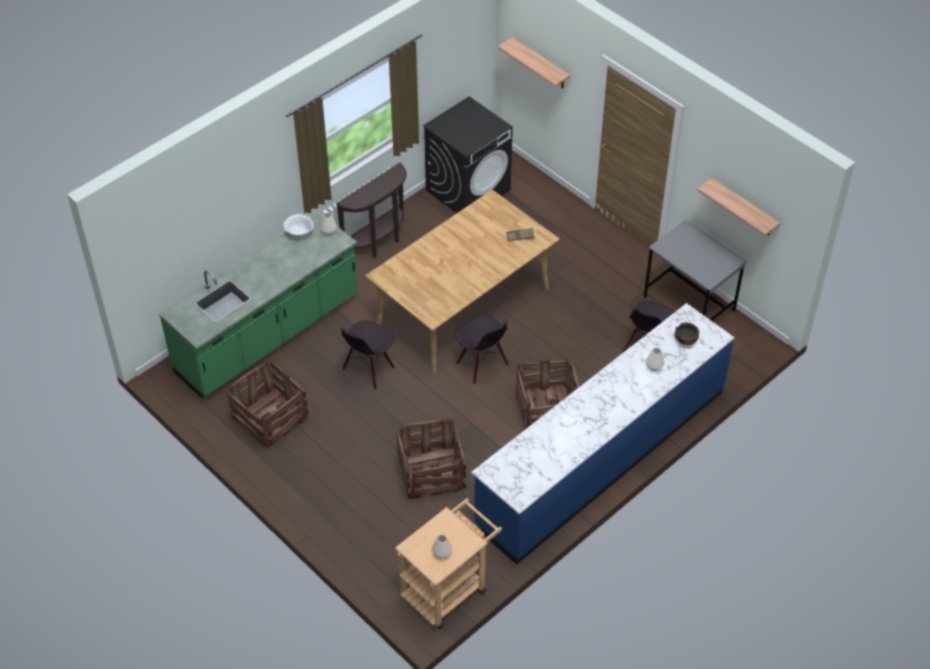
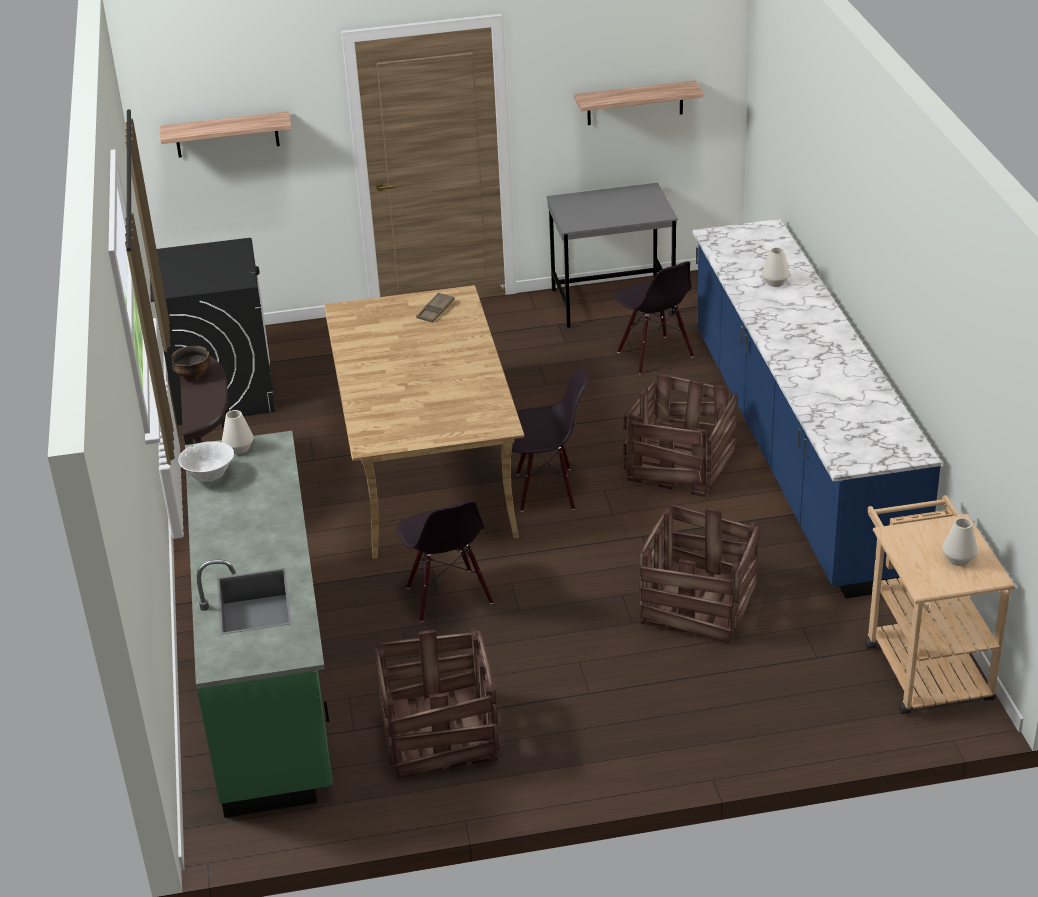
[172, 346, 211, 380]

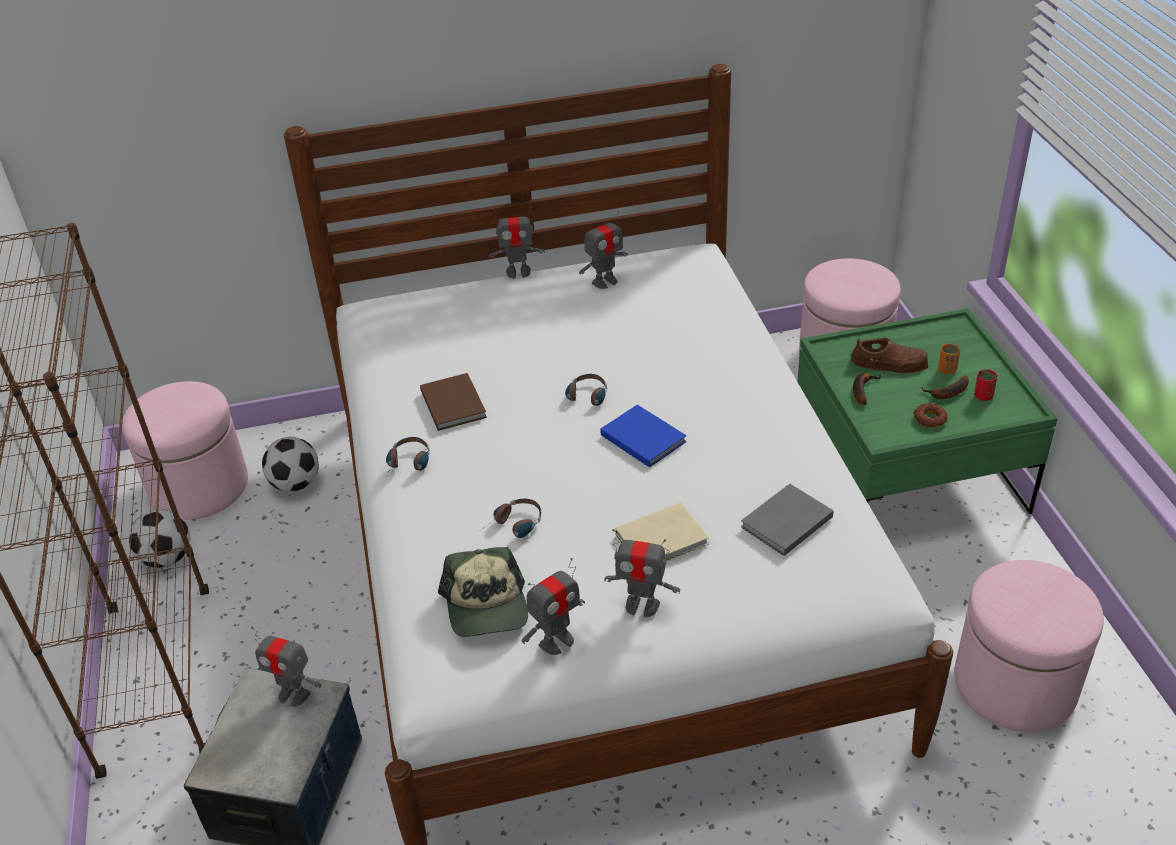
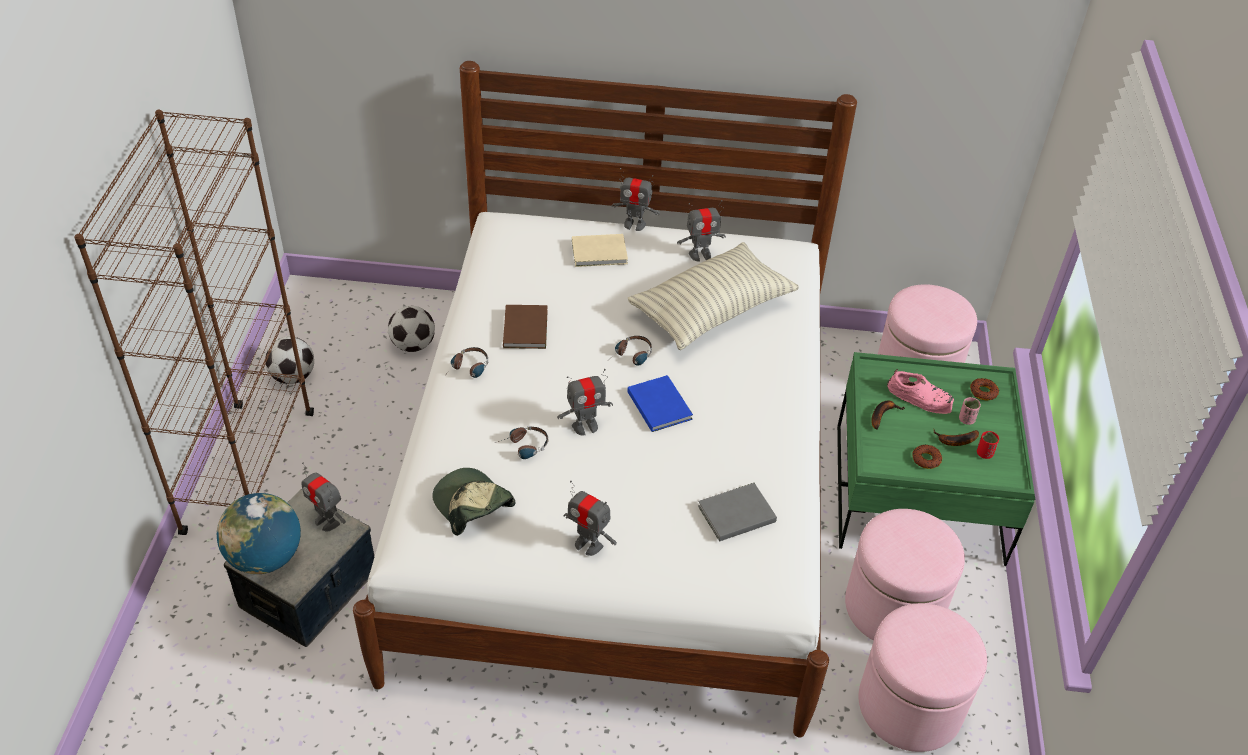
[217, 493, 301, 574]
[432, 468, 516, 536]
[557, 369, 613, 435]
[572, 234, 628, 267]
[627, 242, 799, 350]
[845, 509, 965, 641]
[887, 369, 954, 414]
[959, 397, 981, 425]
[970, 378, 999, 400]

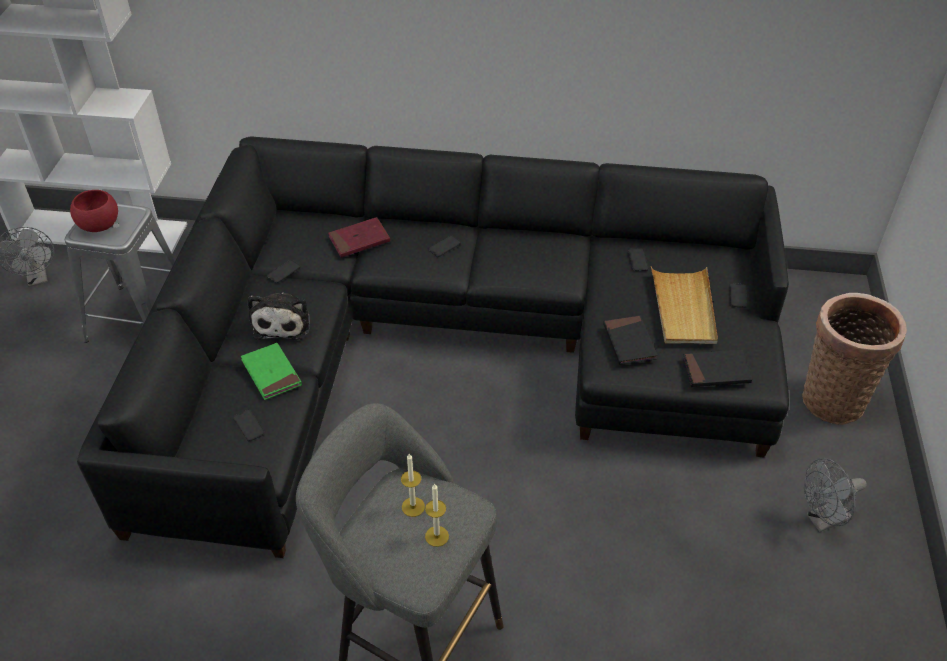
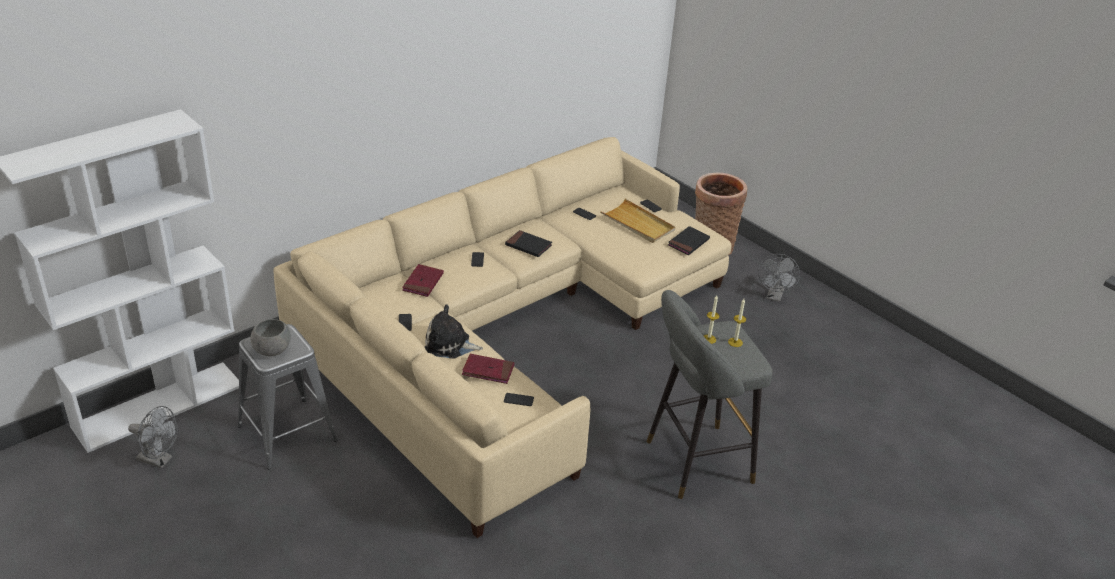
[250, 319, 291, 356]
[274, 137, 732, 538]
[424, 305, 483, 359]
[462, 354, 515, 384]
[505, 230, 552, 257]

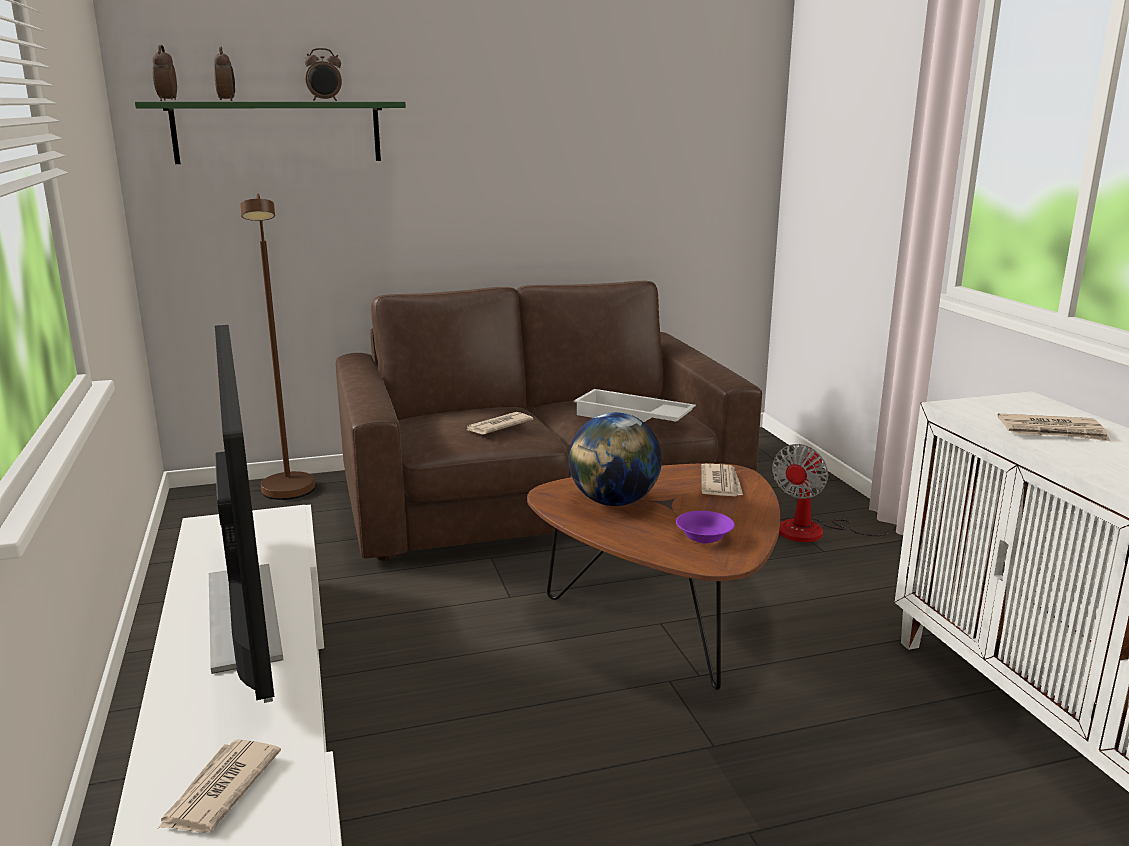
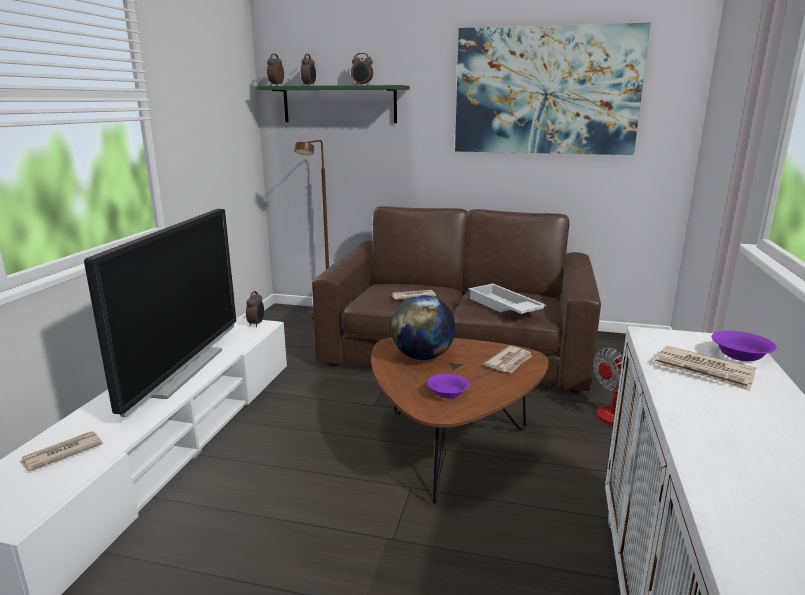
[246, 291, 264, 327]
[455, 23, 651, 155]
[712, 331, 777, 361]

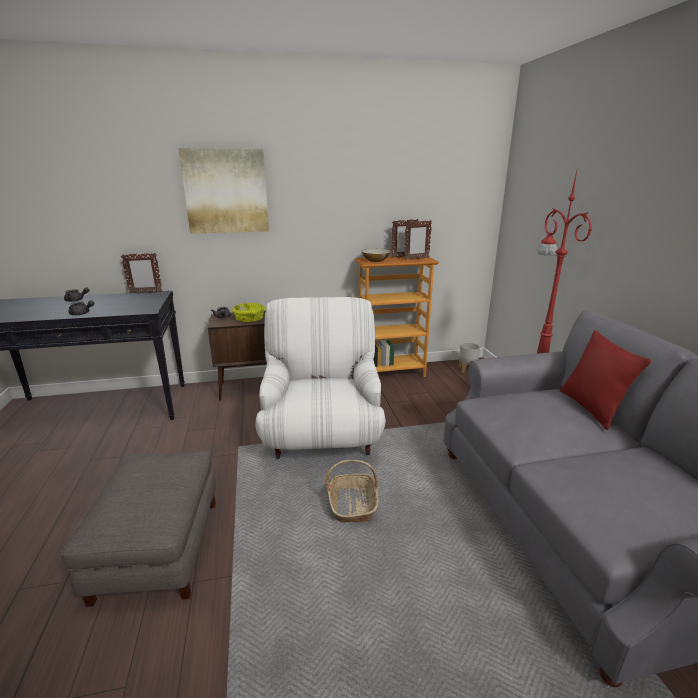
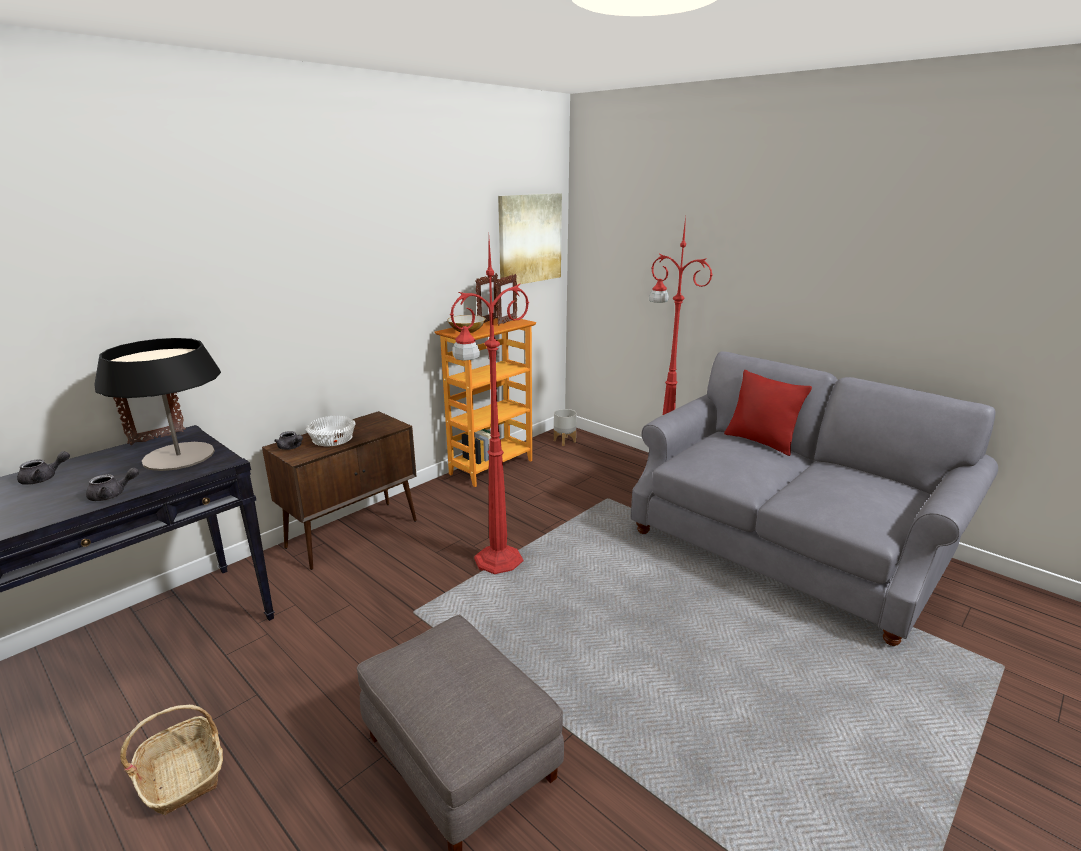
[94, 338, 221, 471]
[120, 705, 223, 815]
[306, 416, 356, 446]
[450, 240, 529, 574]
[498, 193, 562, 285]

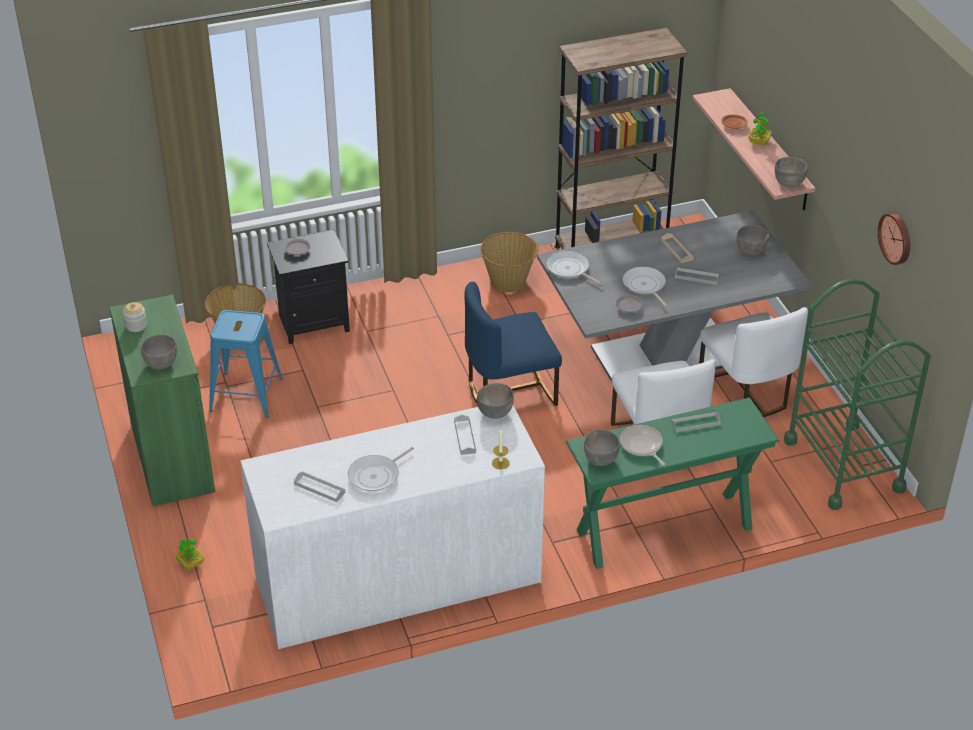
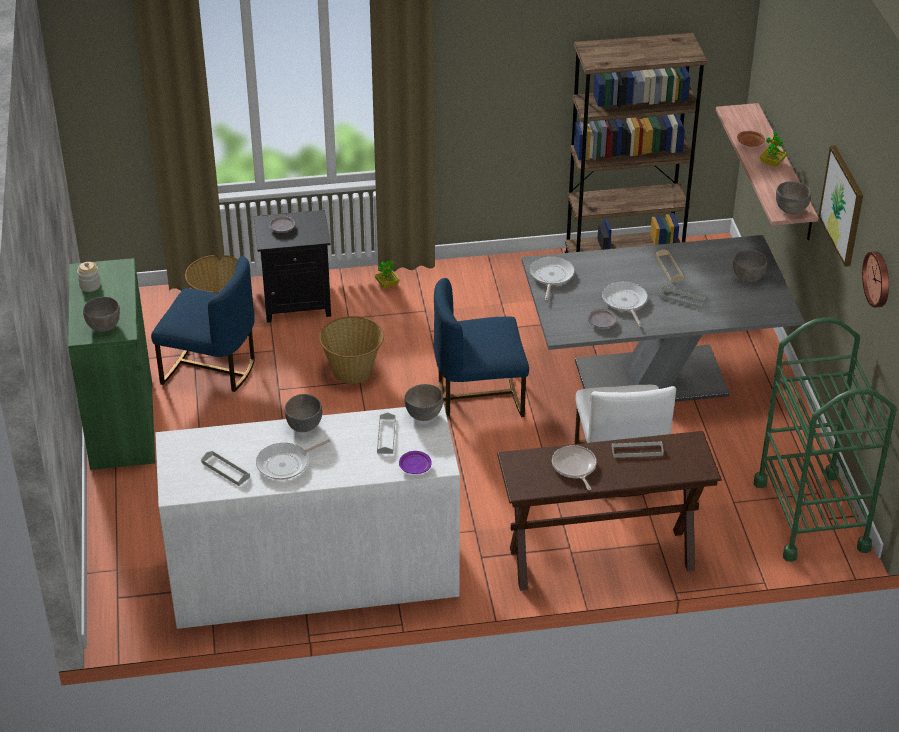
[151, 256, 255, 392]
[284, 394, 322, 432]
[319, 316, 384, 384]
[375, 261, 399, 288]
[399, 451, 432, 474]
[497, 431, 722, 591]
[530, 256, 574, 301]
[819, 146, 863, 267]
[699, 307, 808, 417] (first image)

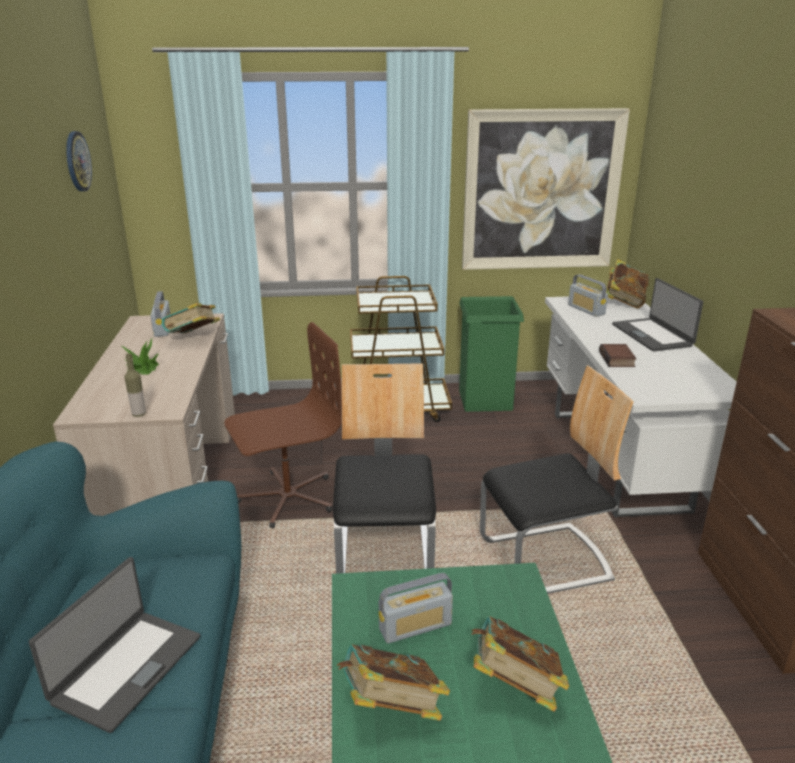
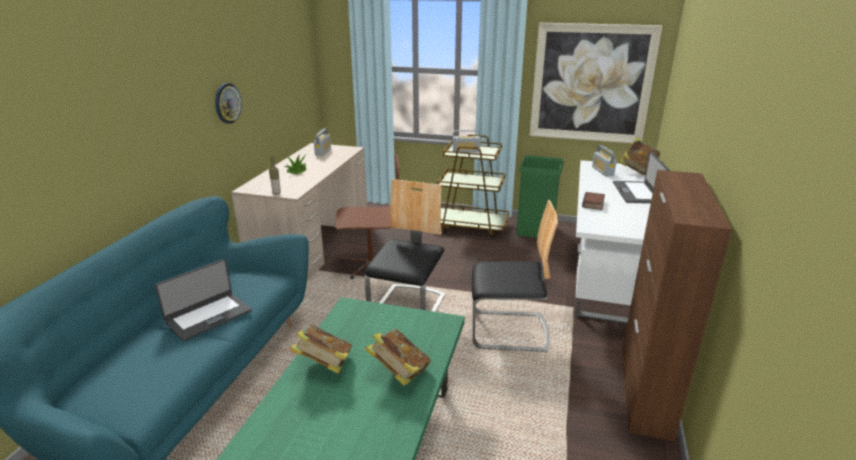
[215, 83, 242, 124]
[452, 130, 481, 152]
[162, 303, 220, 333] (first image)

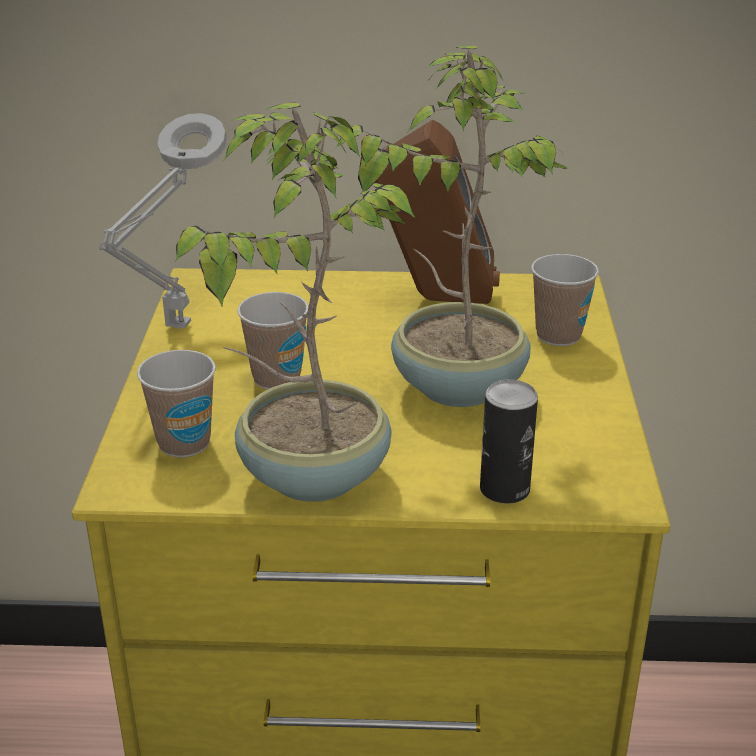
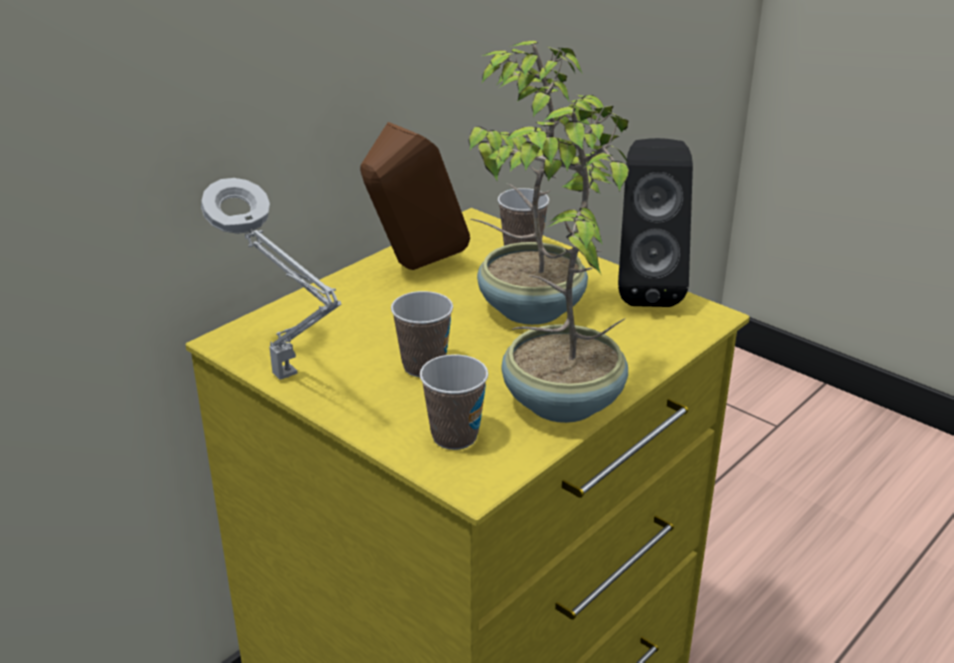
[618, 138, 693, 307]
[480, 379, 538, 504] (first image)

